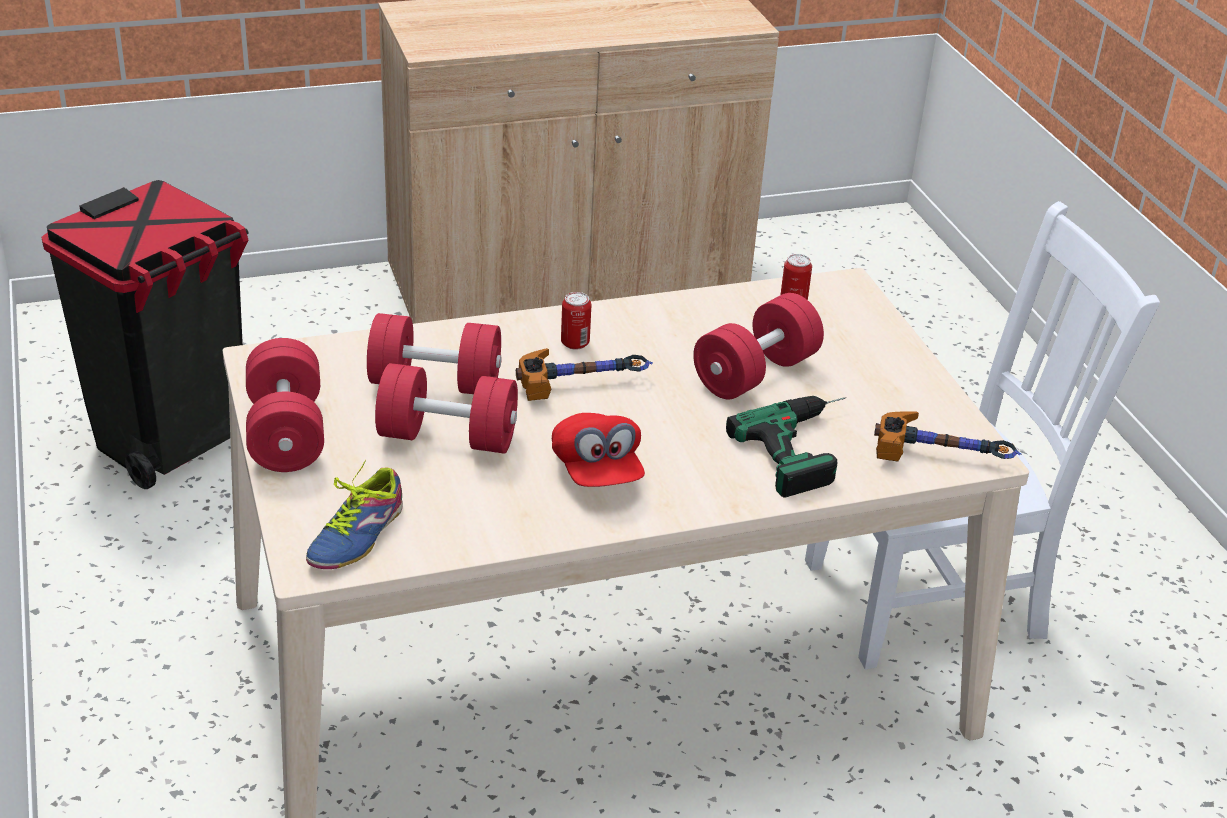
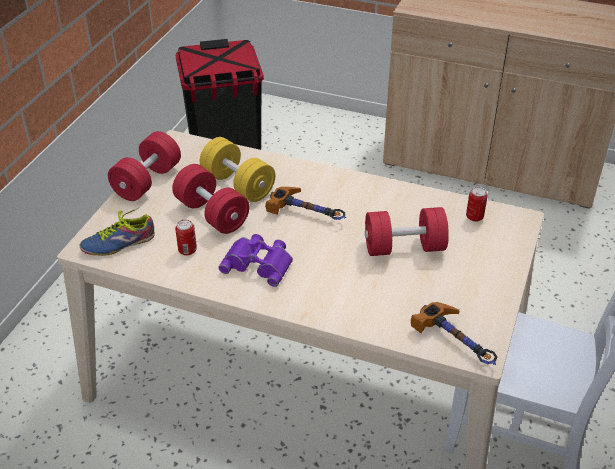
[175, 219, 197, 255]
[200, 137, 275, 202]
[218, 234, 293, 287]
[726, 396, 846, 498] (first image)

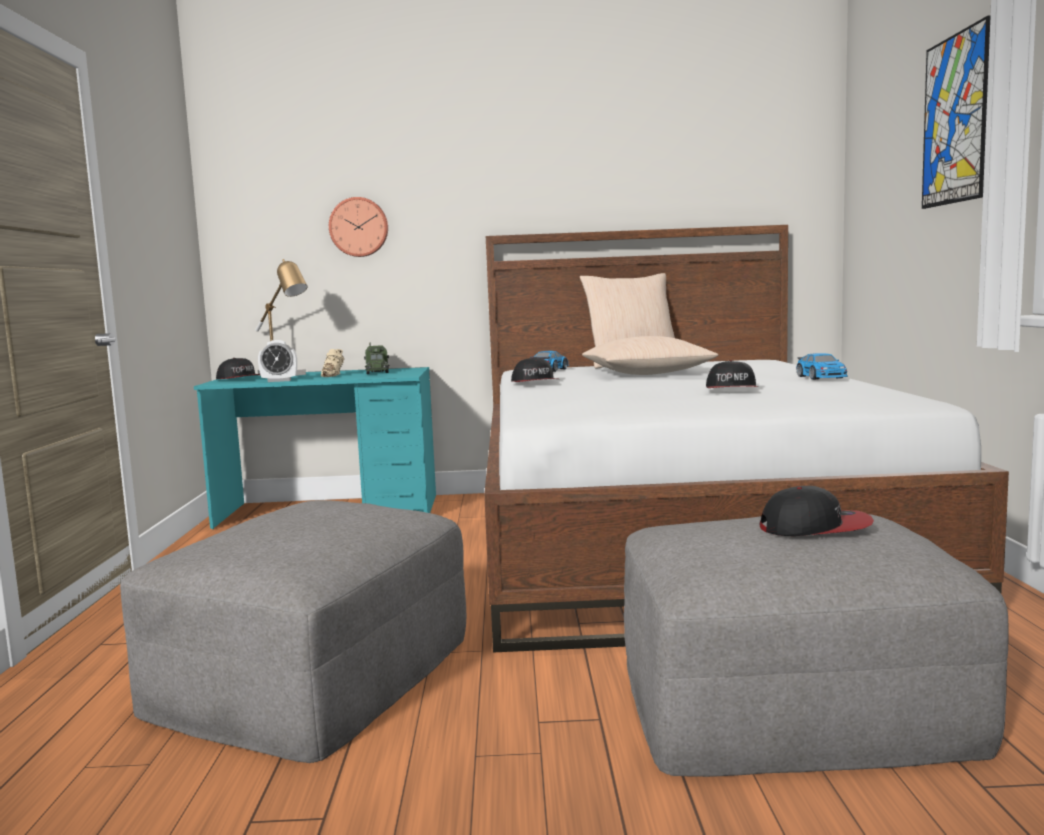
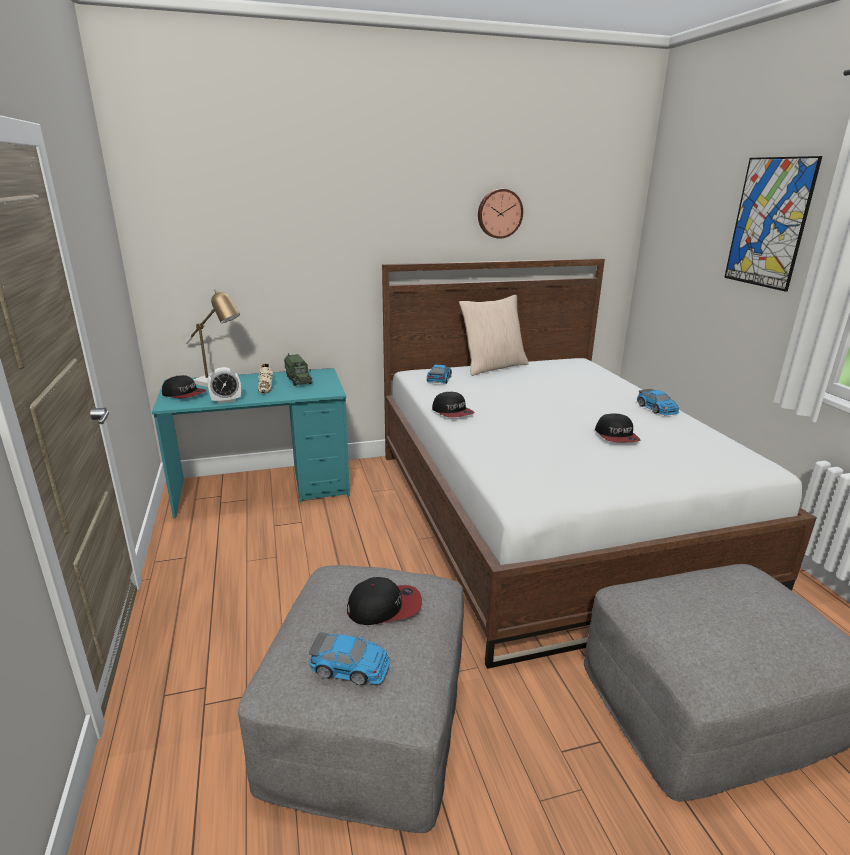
[309, 632, 390, 685]
[347, 577, 422, 625]
[478, 189, 523, 239]
[582, 336, 718, 375] (first image)

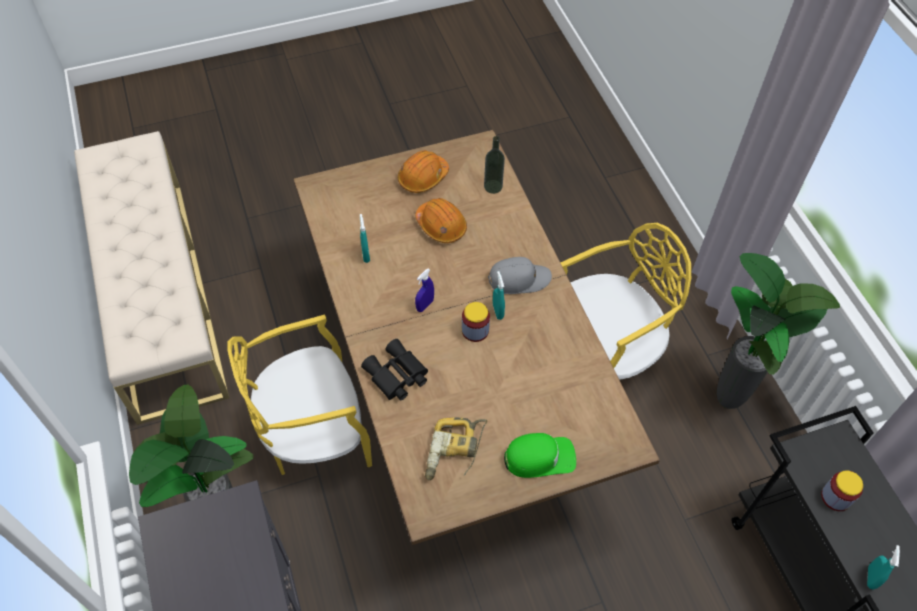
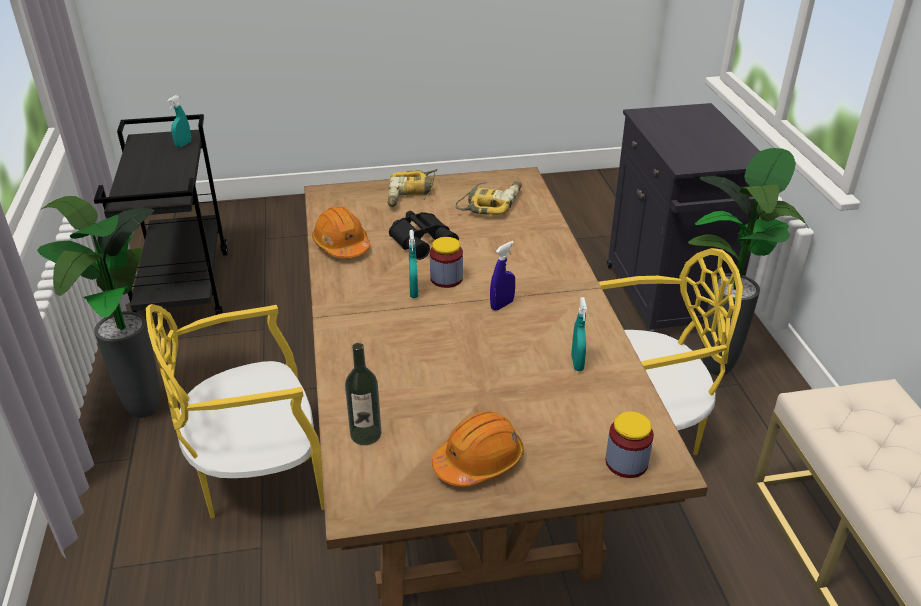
[312, 206, 370, 258]
[388, 169, 437, 207]
[389, 211, 459, 260]
[606, 411, 654, 478]
[488, 257, 552, 294] (first image)

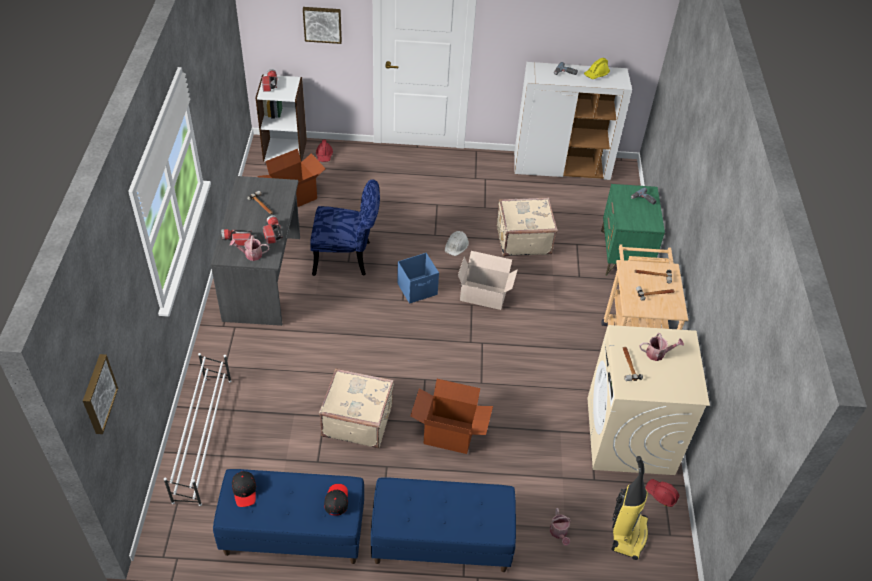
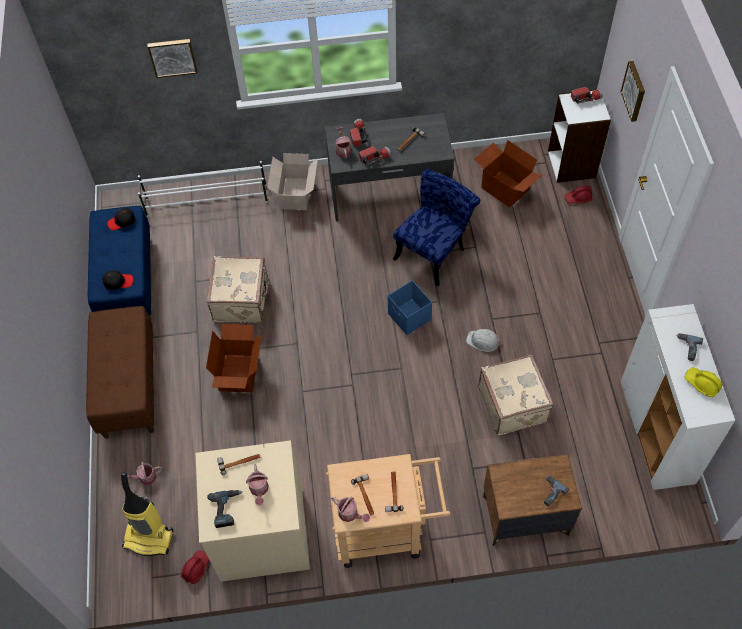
[86, 306, 154, 439]
[148, 39, 197, 78]
[207, 490, 243, 528]
[267, 153, 318, 210]
[331, 497, 370, 522]
[393, 169, 480, 286]
[483, 454, 582, 546]

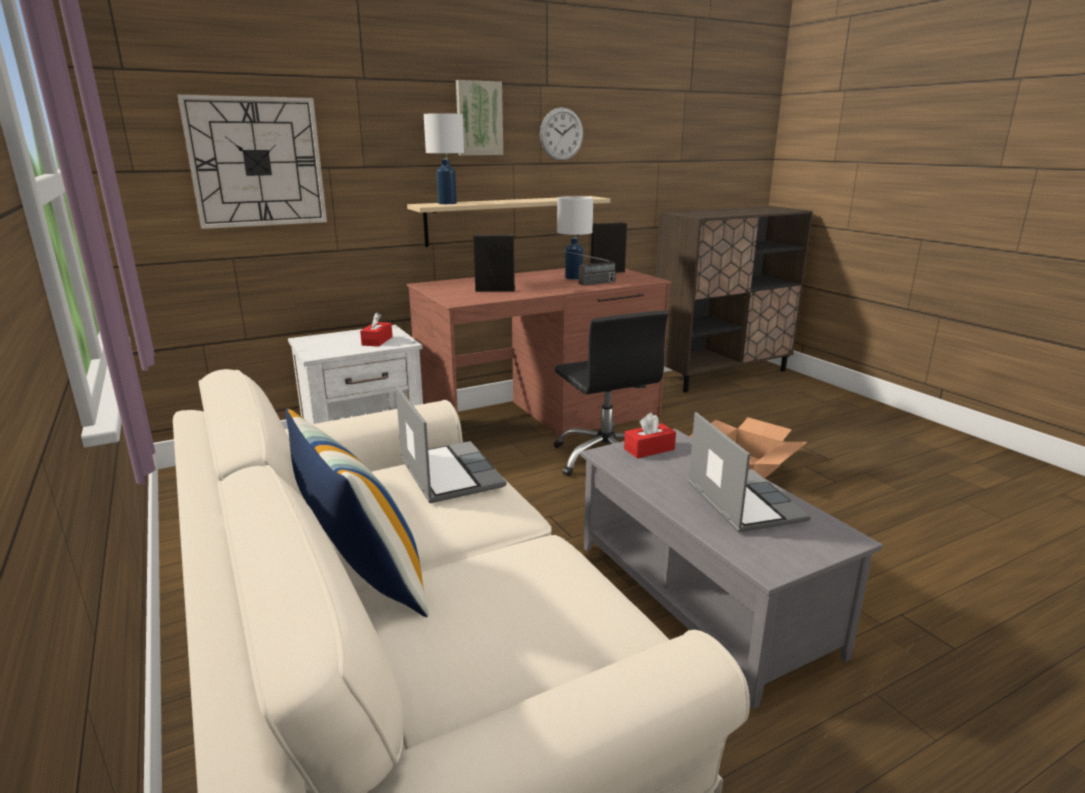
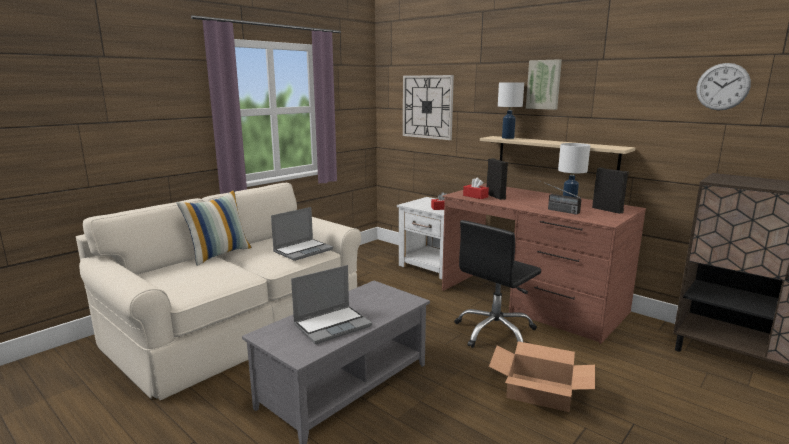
[463, 178, 489, 199]
[696, 63, 751, 110]

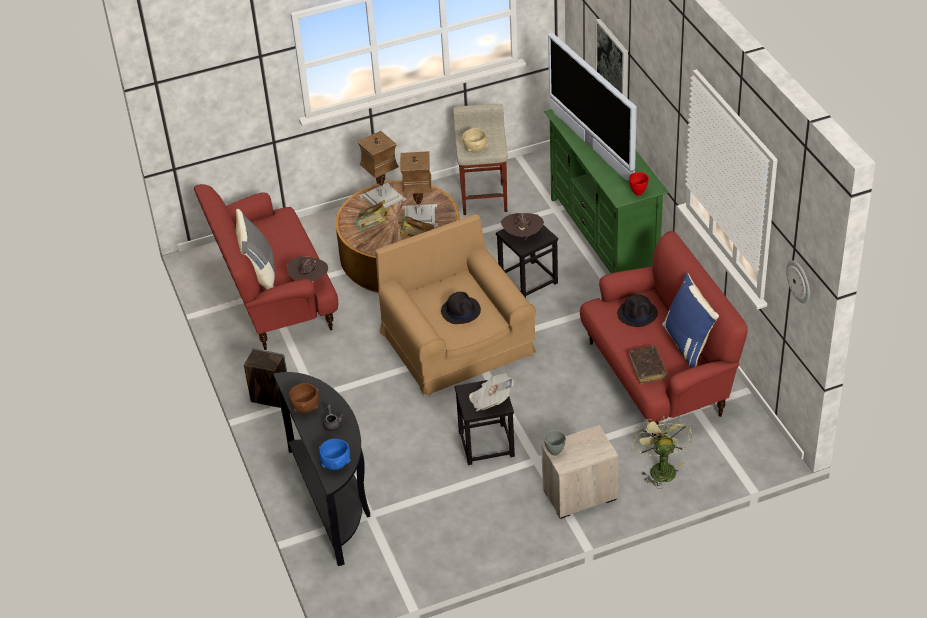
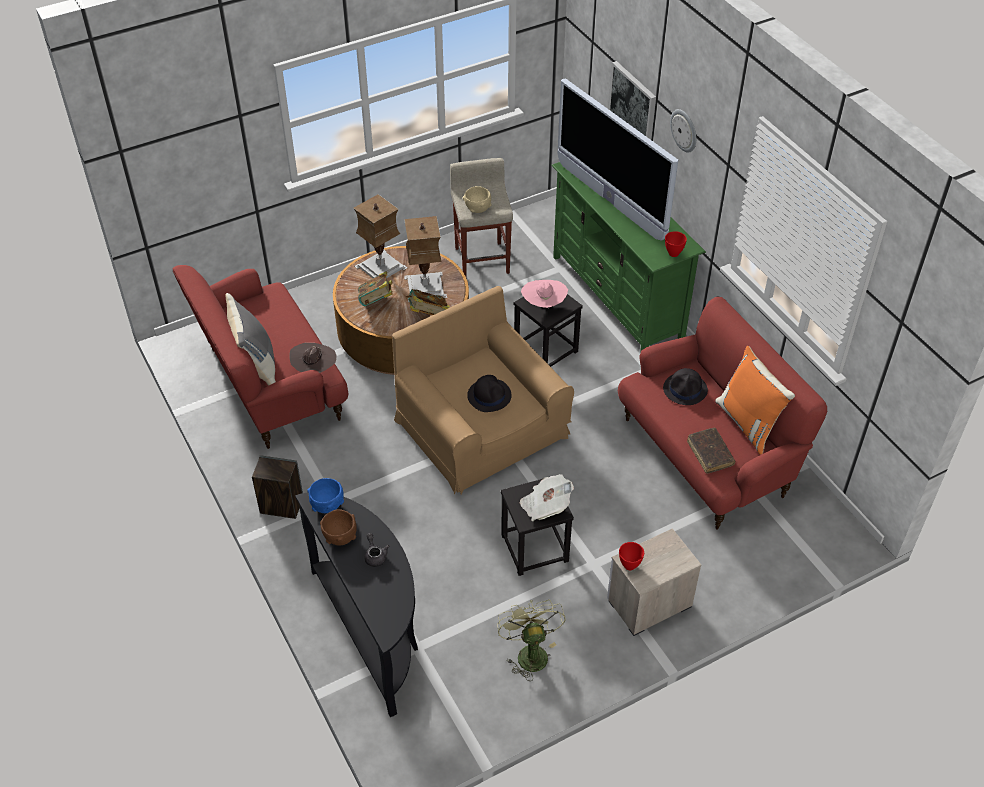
[307, 478, 344, 513]
[497, 599, 566, 681]
[521, 280, 568, 308]
[619, 542, 644, 570]
[670, 109, 696, 152]
[715, 346, 795, 455]

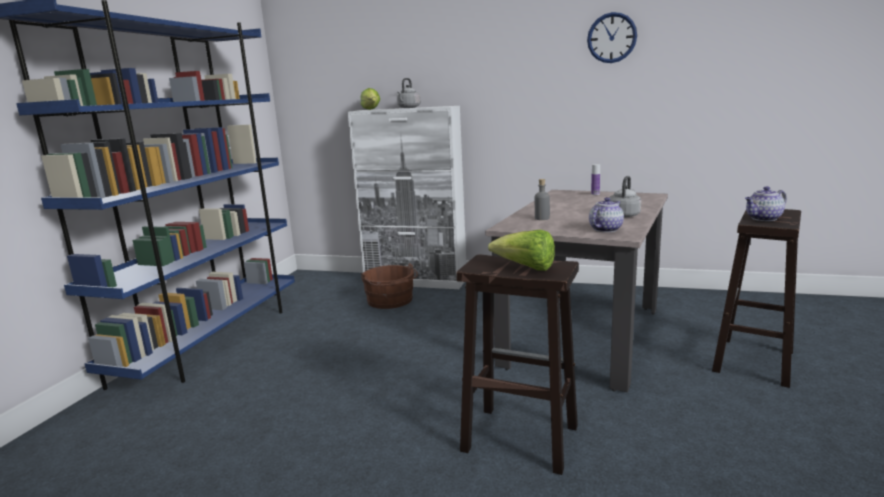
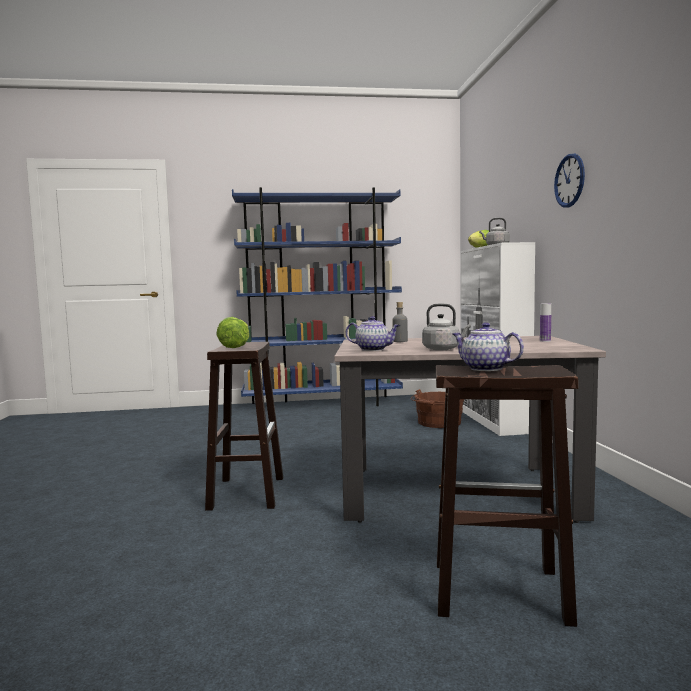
[554, 153, 585, 207]

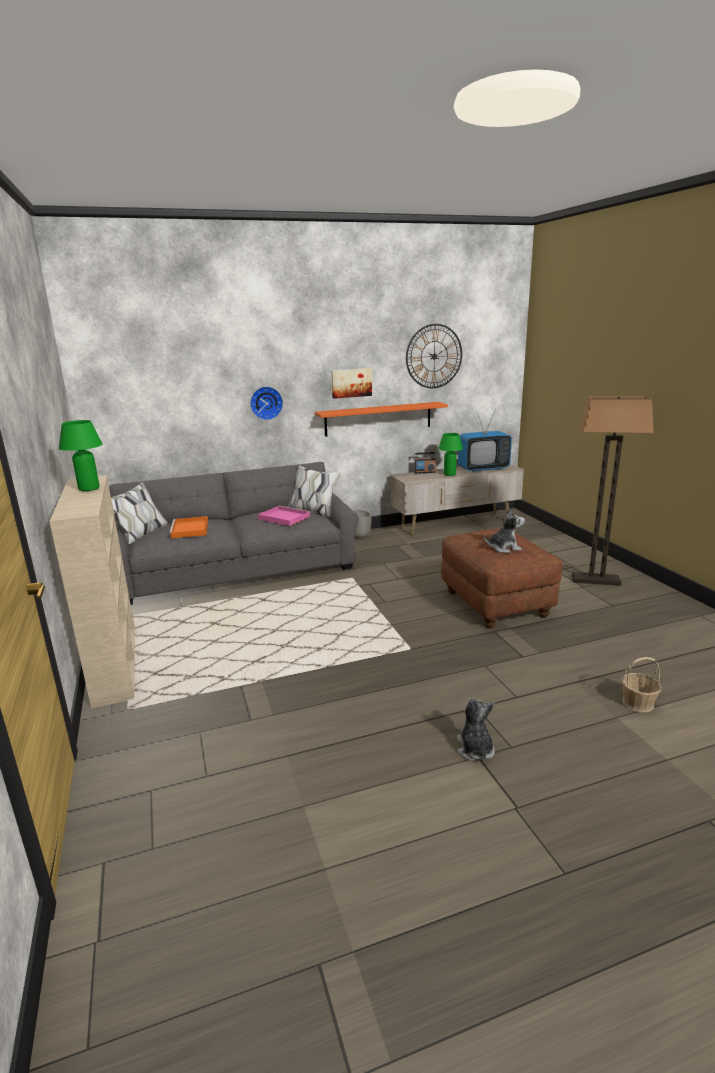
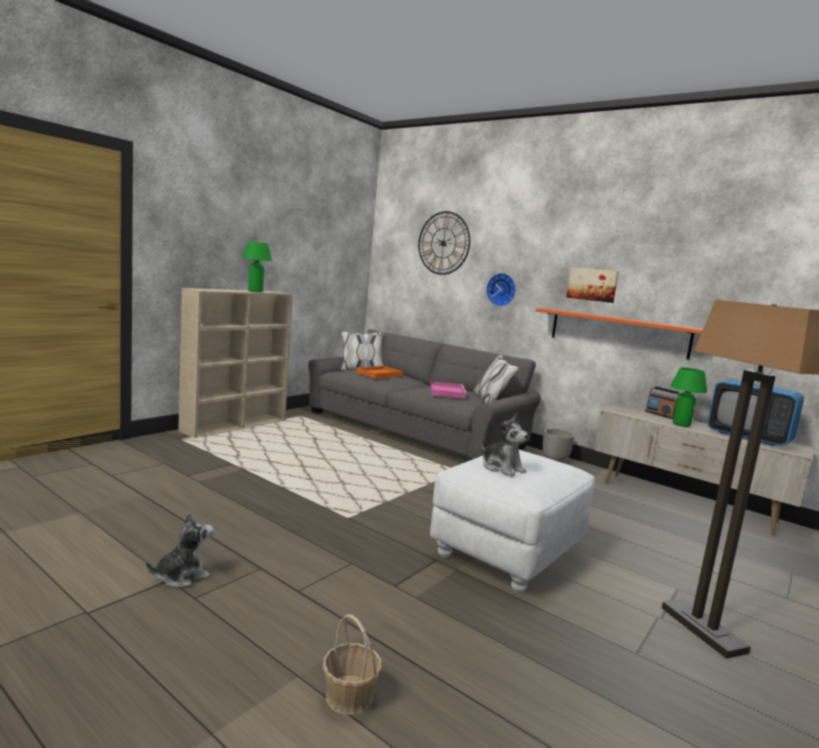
[418, 211, 470, 275]
[430, 450, 595, 594]

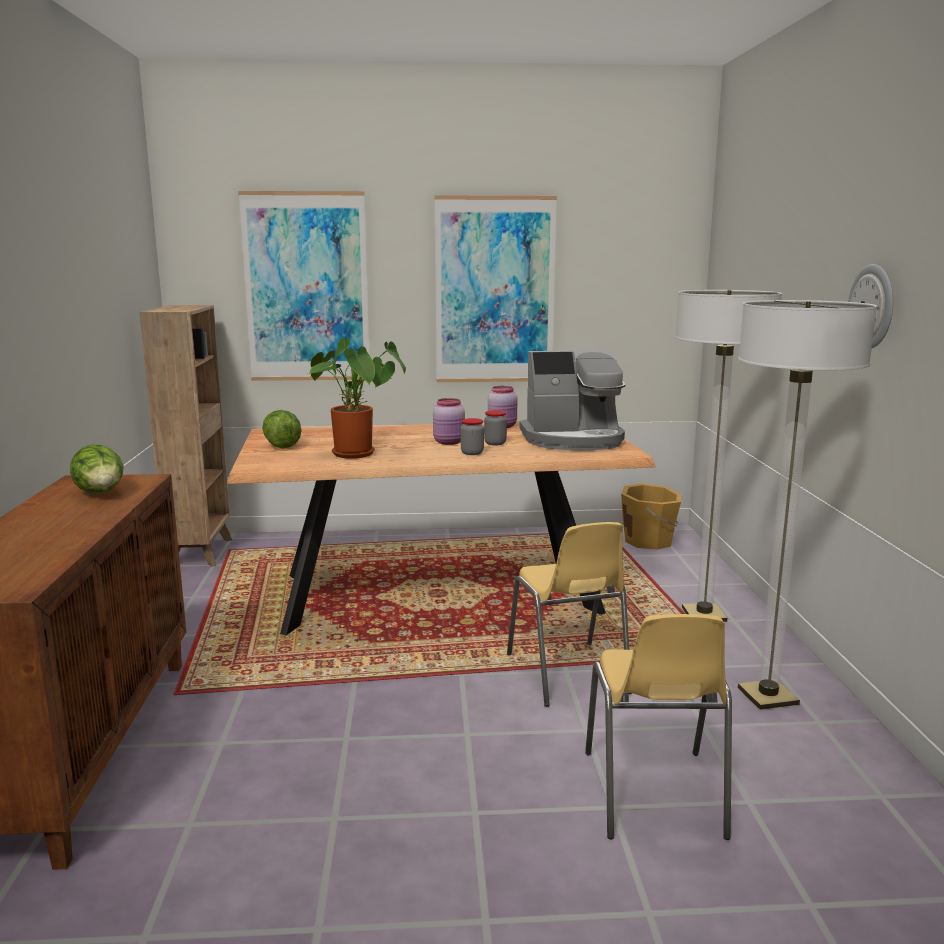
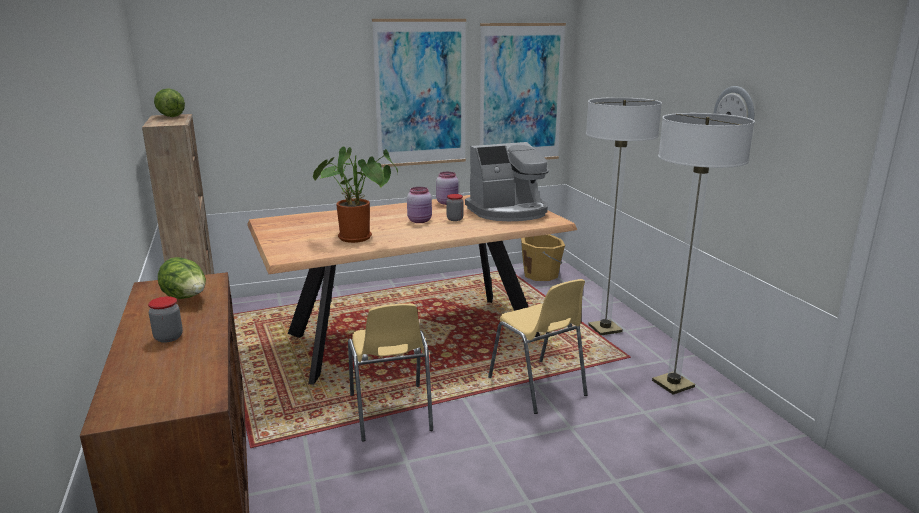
[148, 296, 183, 343]
[154, 88, 185, 117]
[348, 303, 433, 442]
[480, 23, 566, 160]

